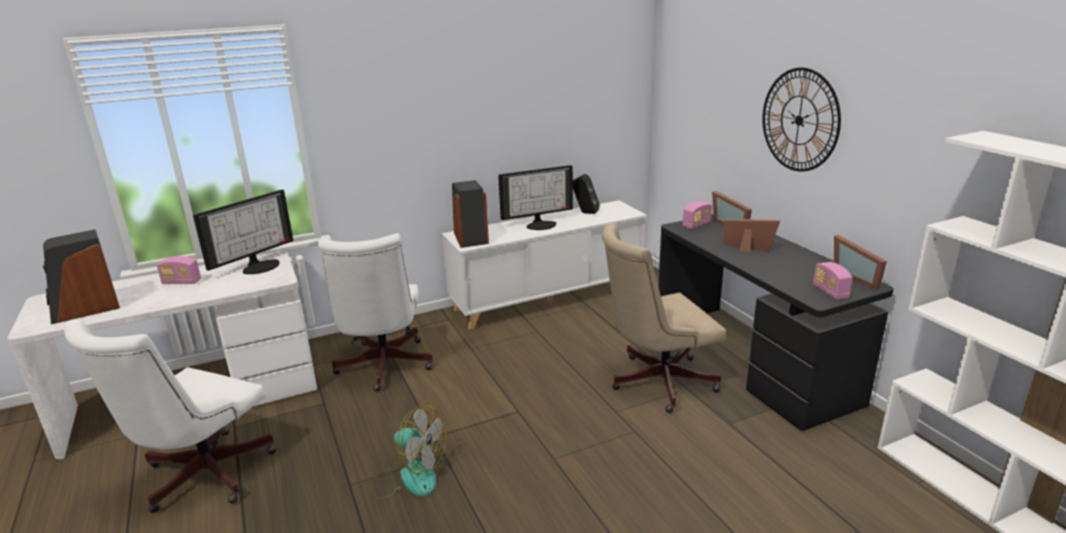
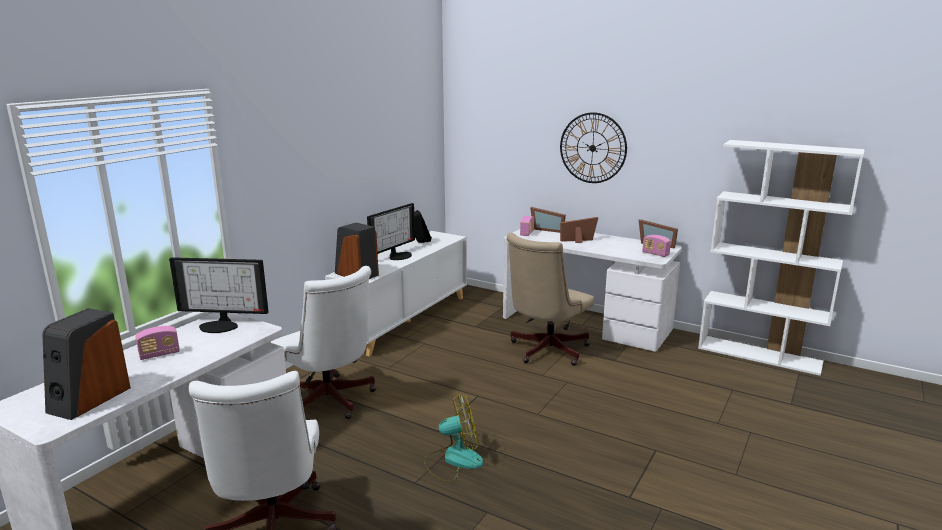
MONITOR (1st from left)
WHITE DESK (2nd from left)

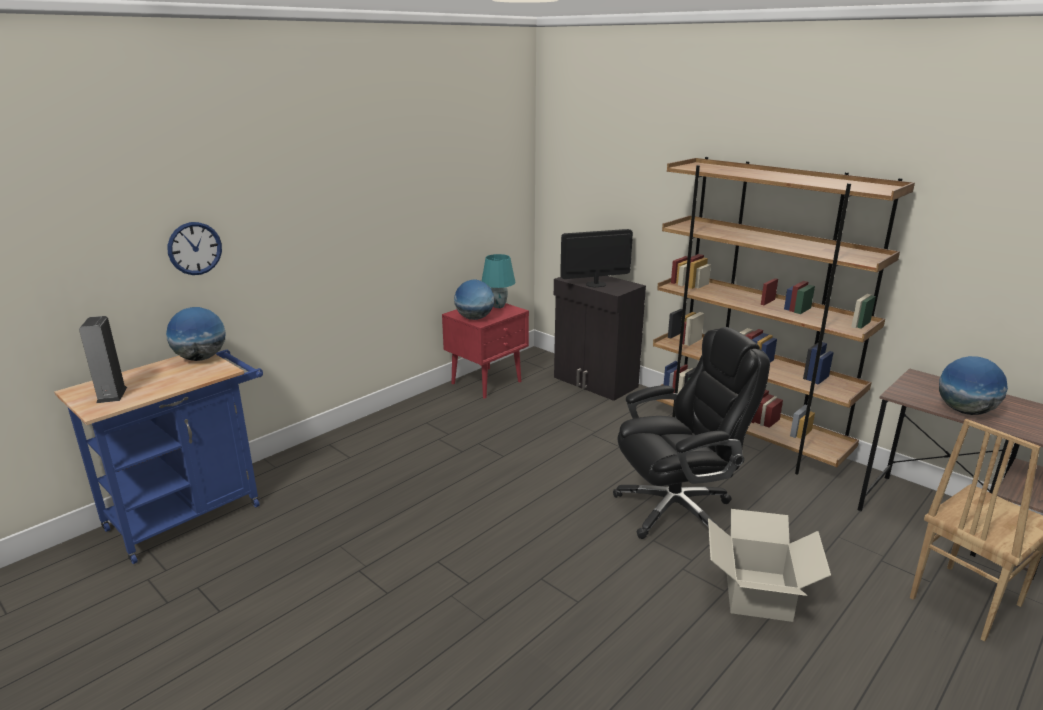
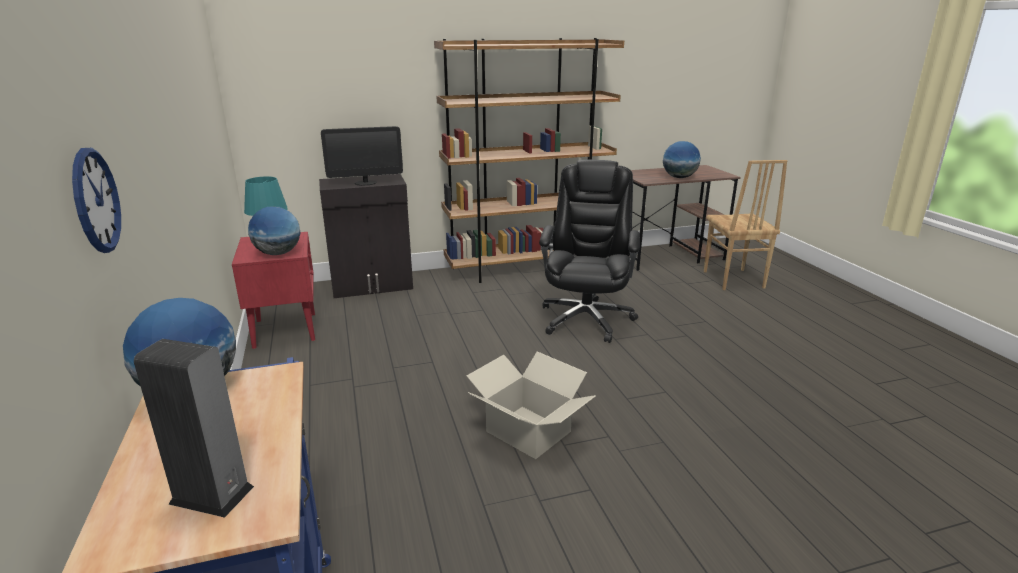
MONITOR
CARDBOARD BOX

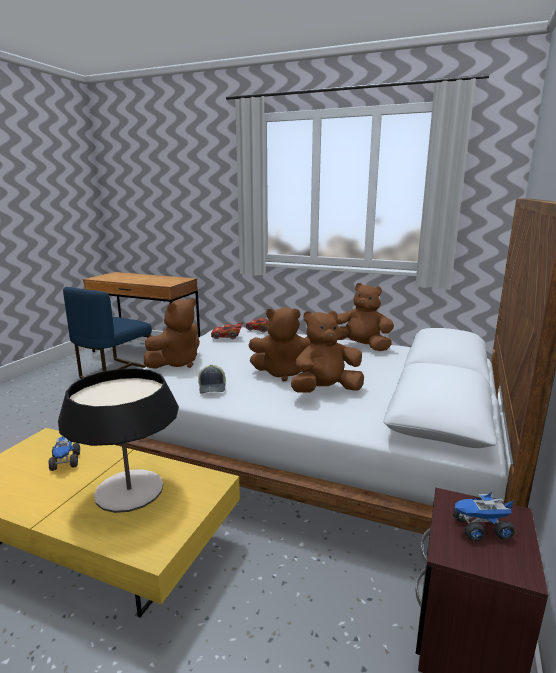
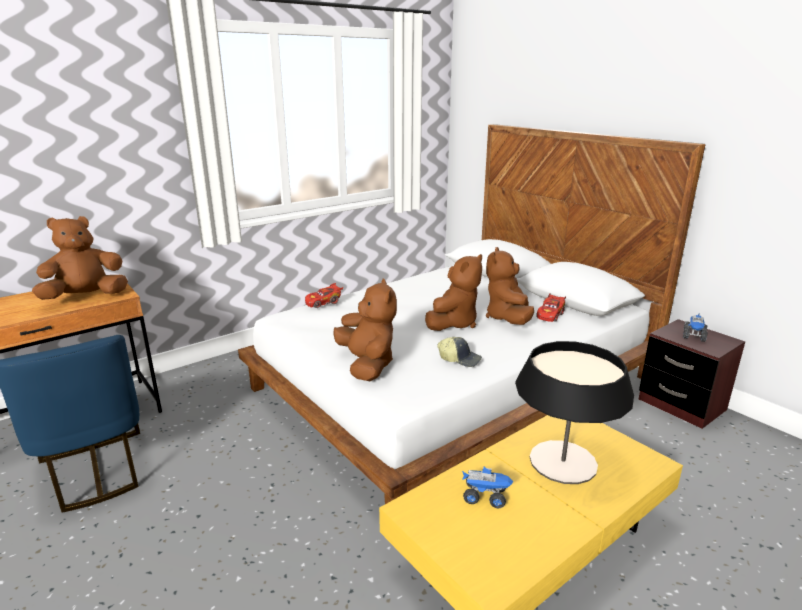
BROWN PLUSH TOY (1st from left)
RED TOY CAR (2nd from left)

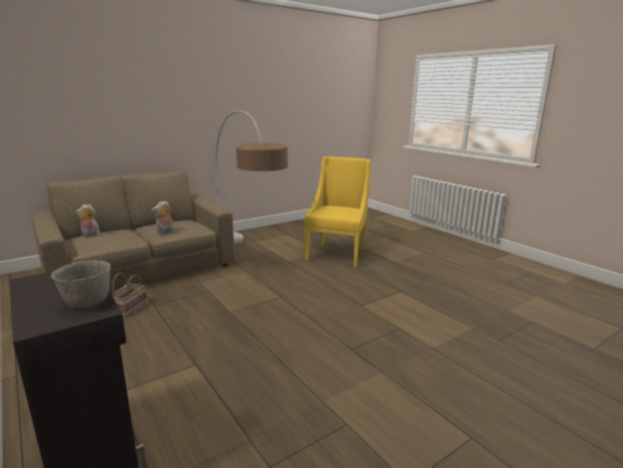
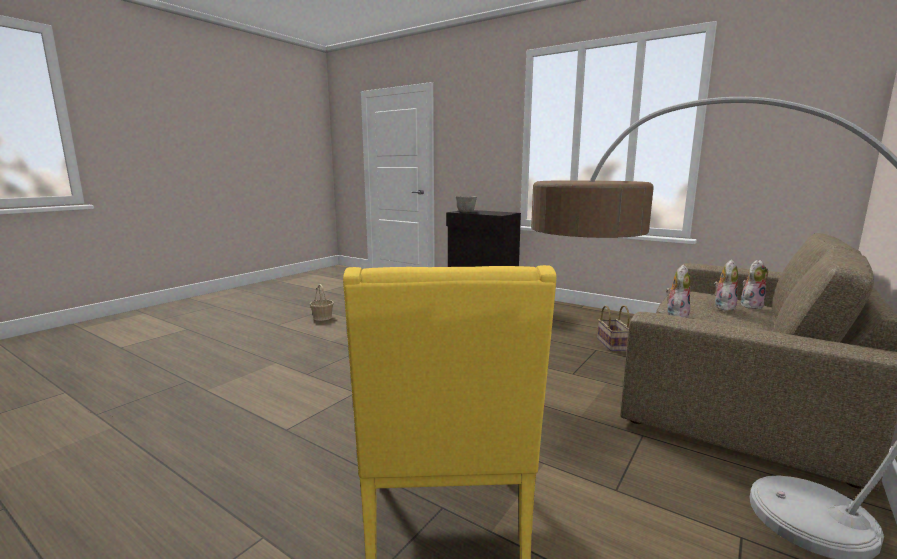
PLUSH TOY (2nd from left)
BASKET (1st from left)

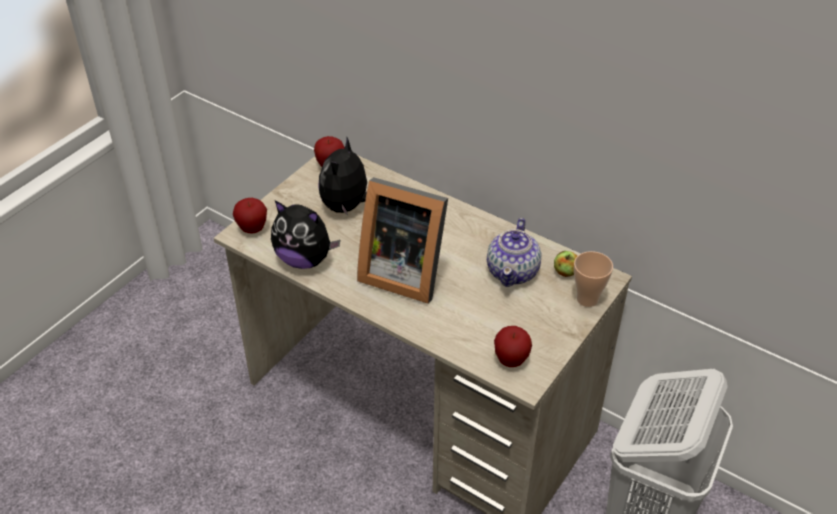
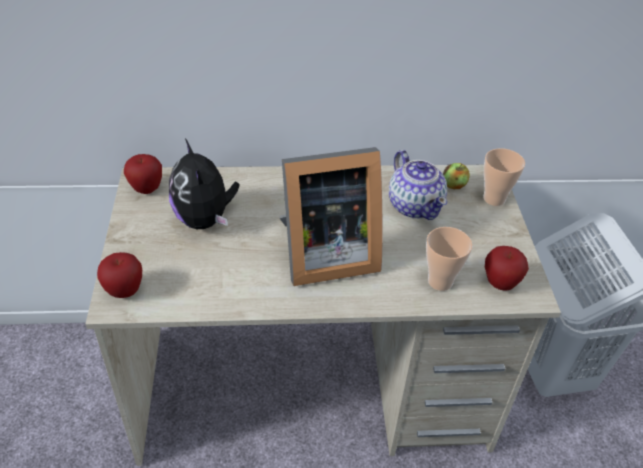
PLUSH TOY (1st from left in the first image)
CUP (1st from left)

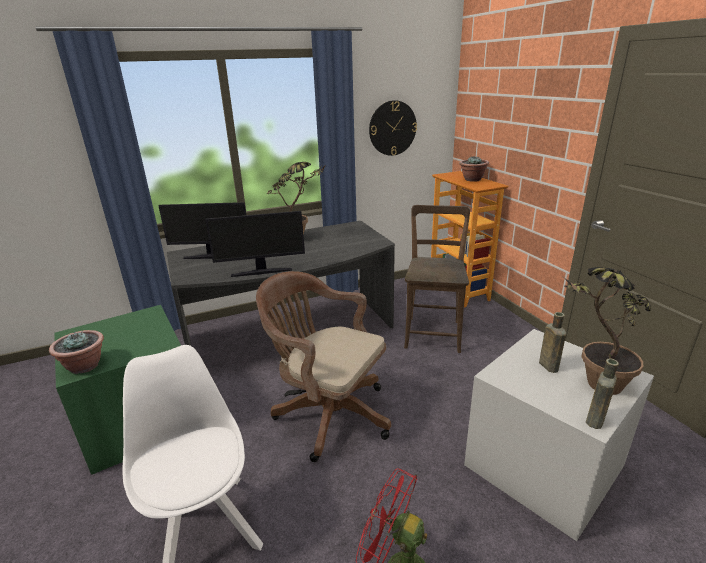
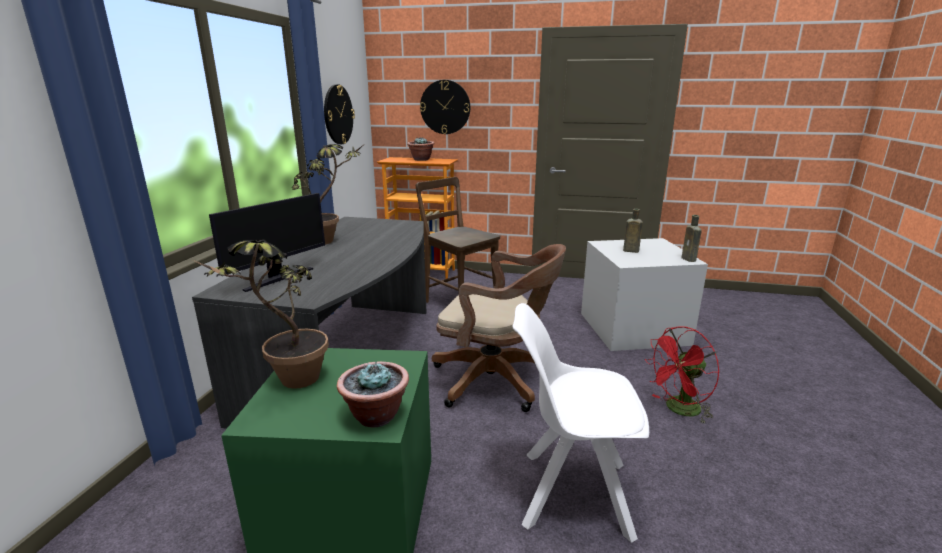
MONITOR (2nd from left in the first image)
POTTED PLANT (1st from left)
BROWN OFFICE CHAIR
WALL CLOCK (2nd from left)

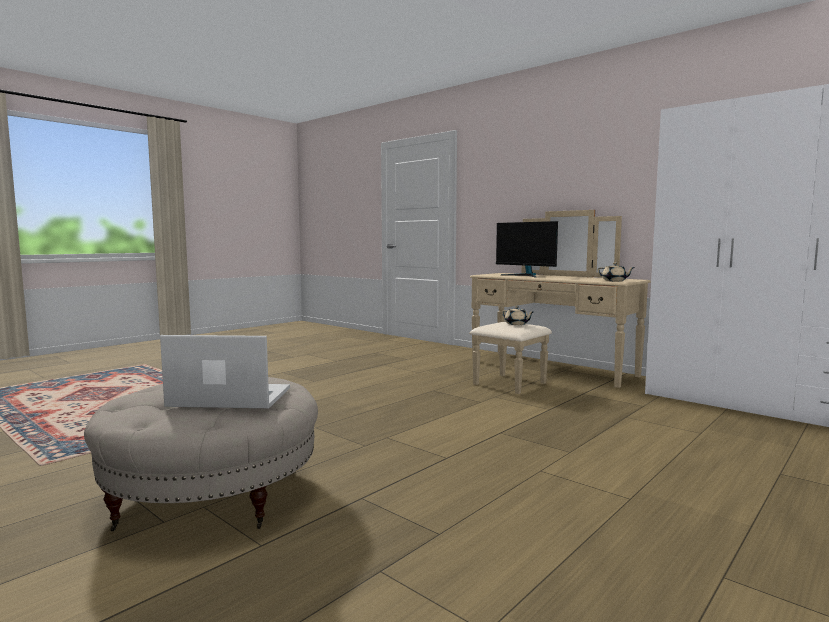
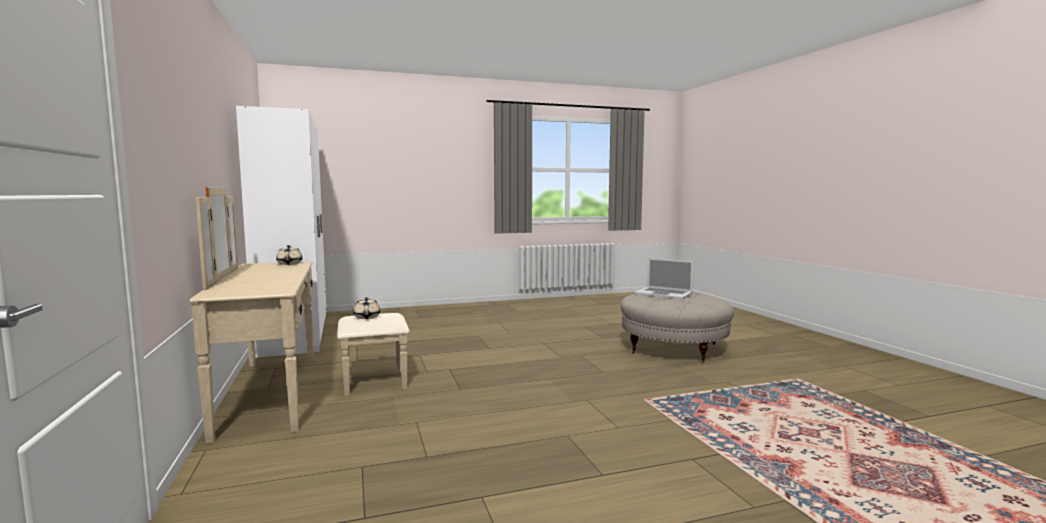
MONITOR

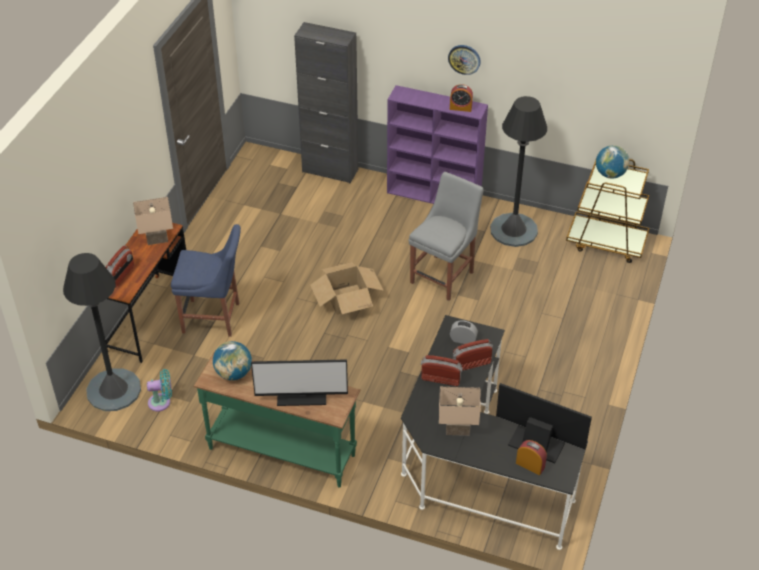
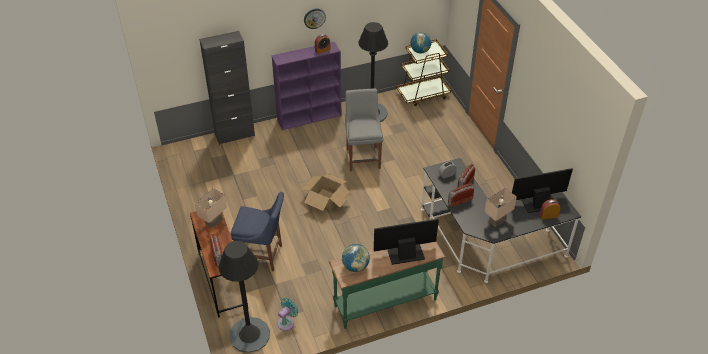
BLUE CHAIR
MONITOR (1st from left)

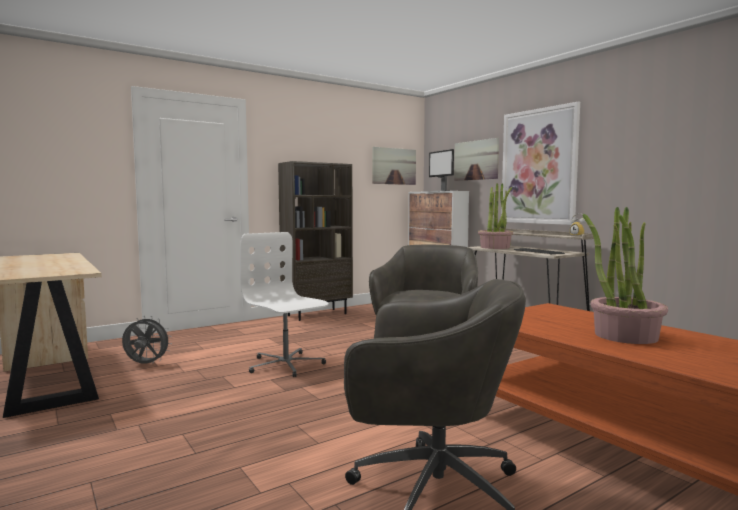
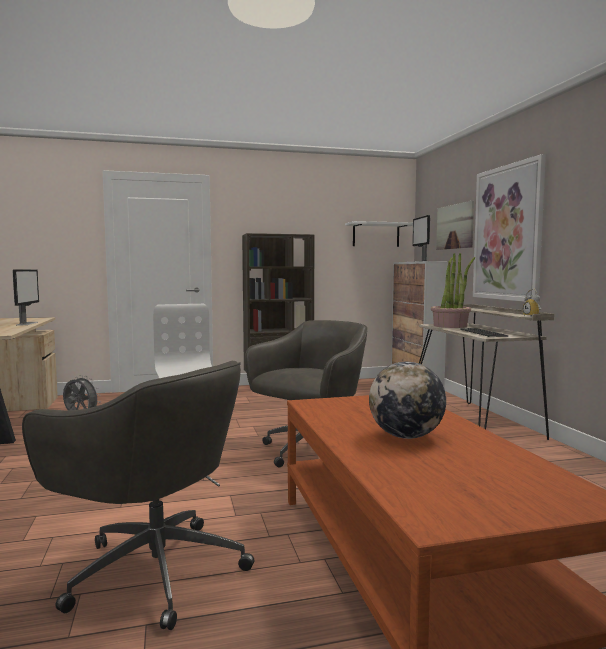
WHITE SHELF
GLOBE
MONITOR (1st from left)

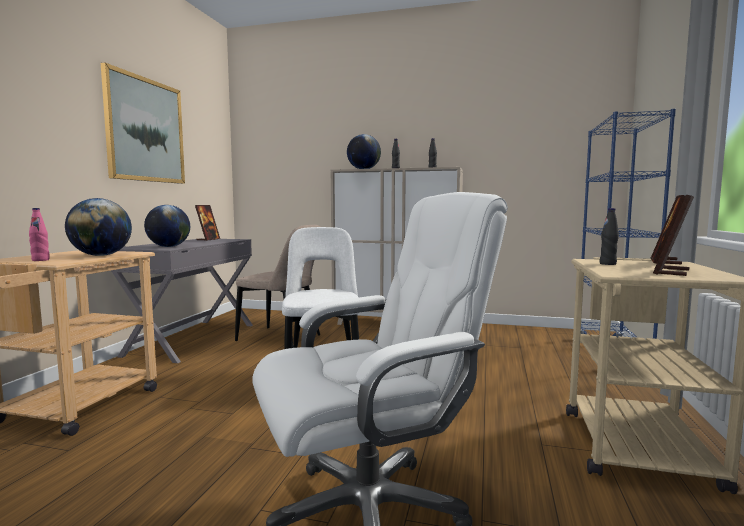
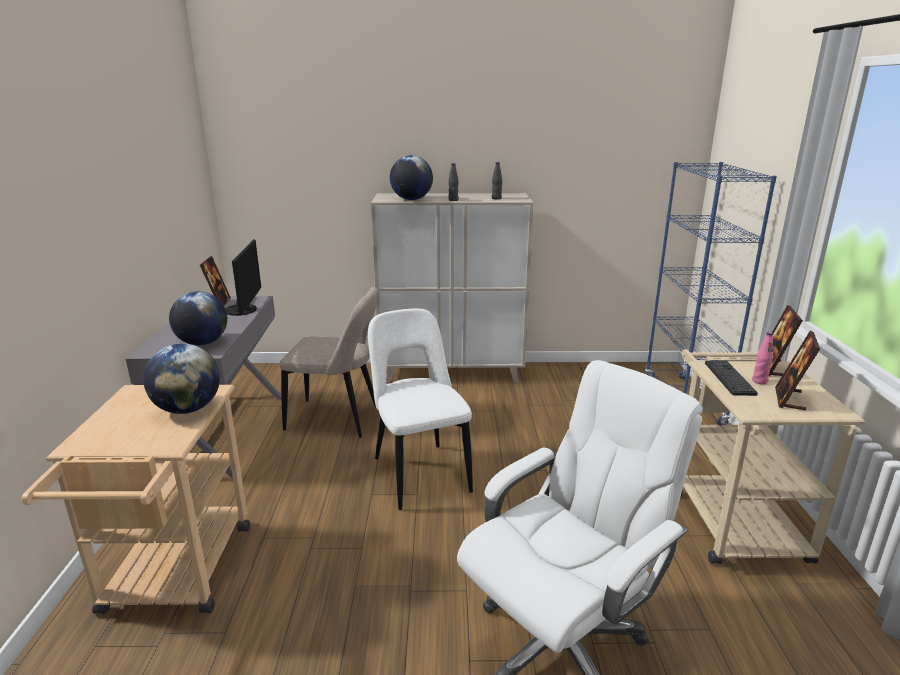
PICTURE
PINK BOTTLE
KEYBOARD
MONITOR

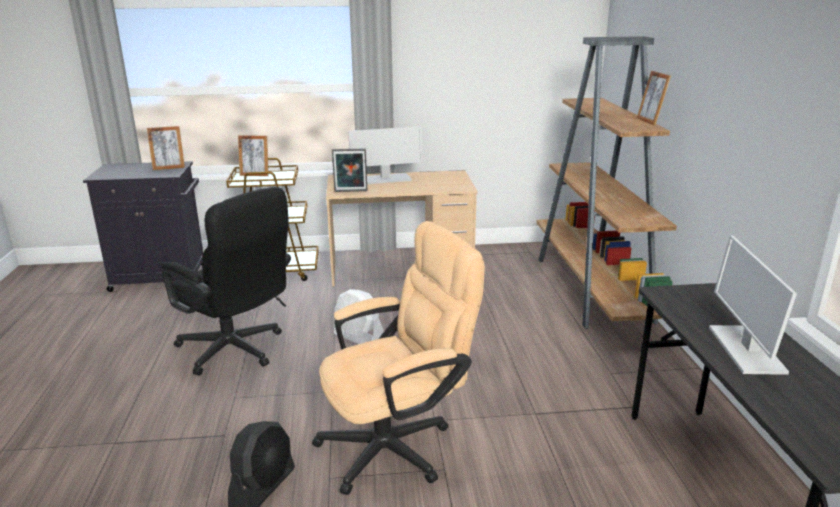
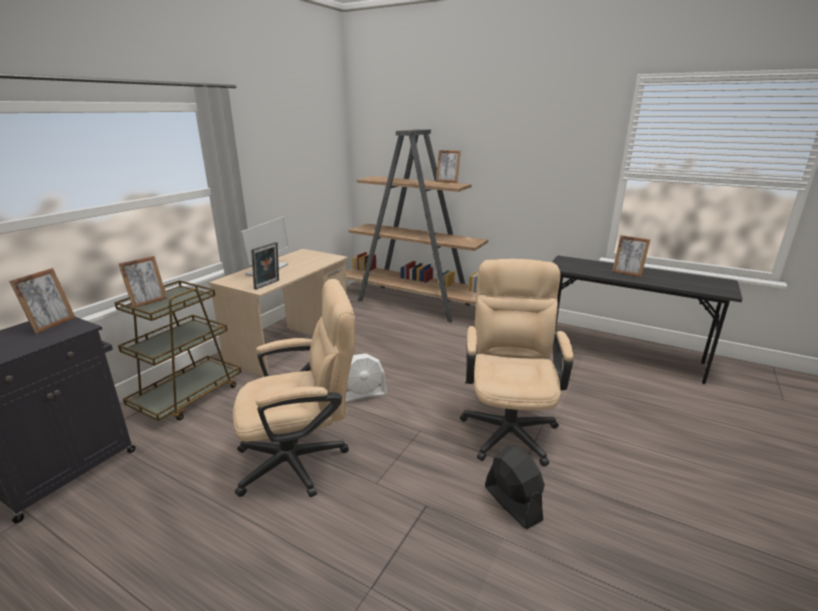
BEIGE OFFICE CHAIR (1st from left)
PICTURE FRAME (5th from left)

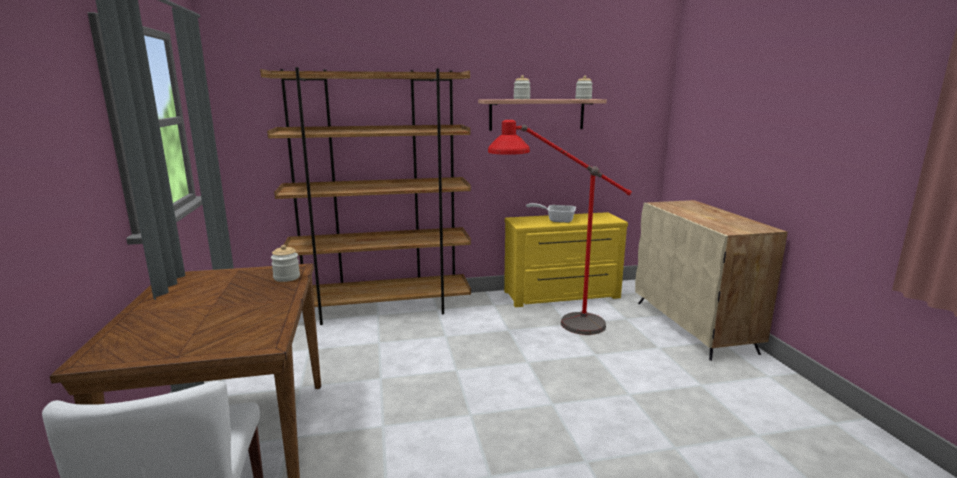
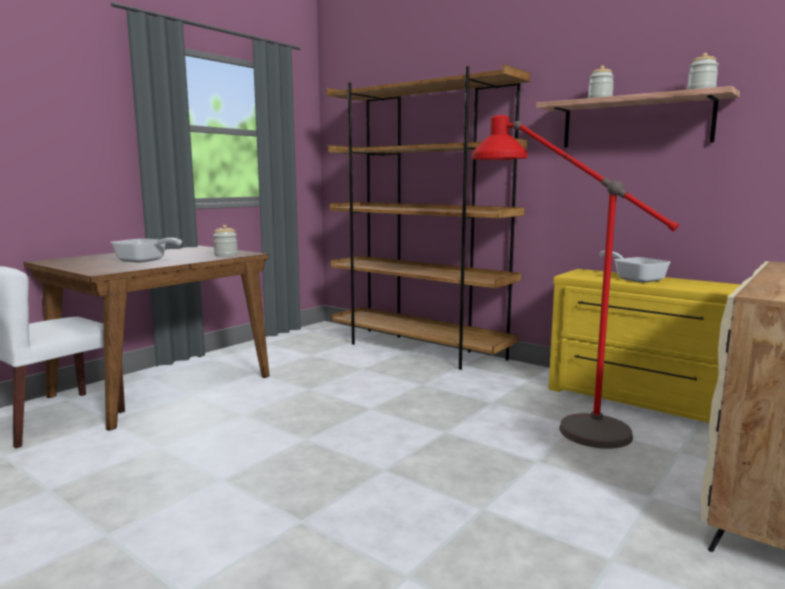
FRYING PAN (1st from left)

